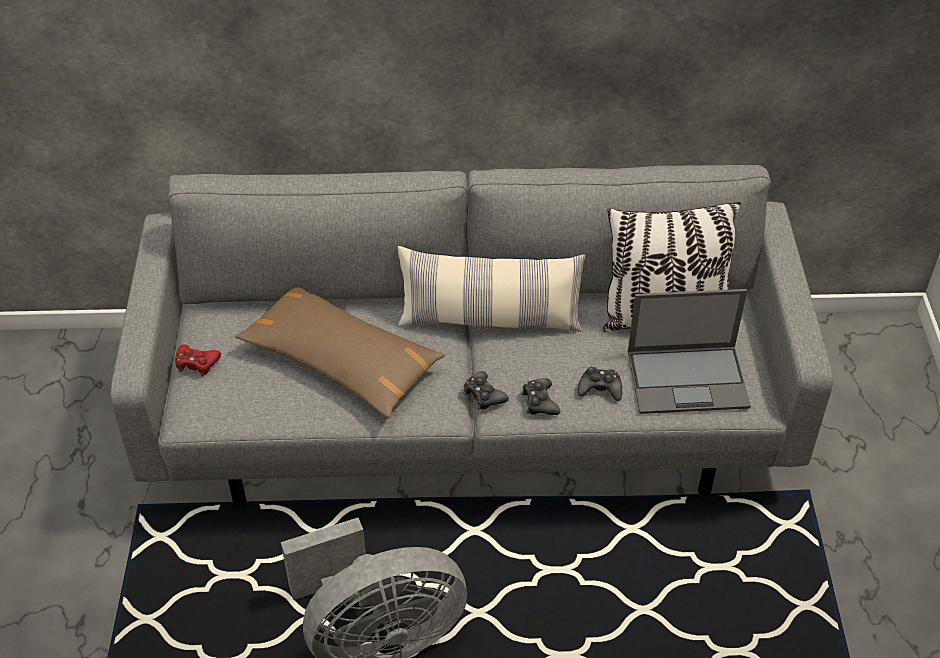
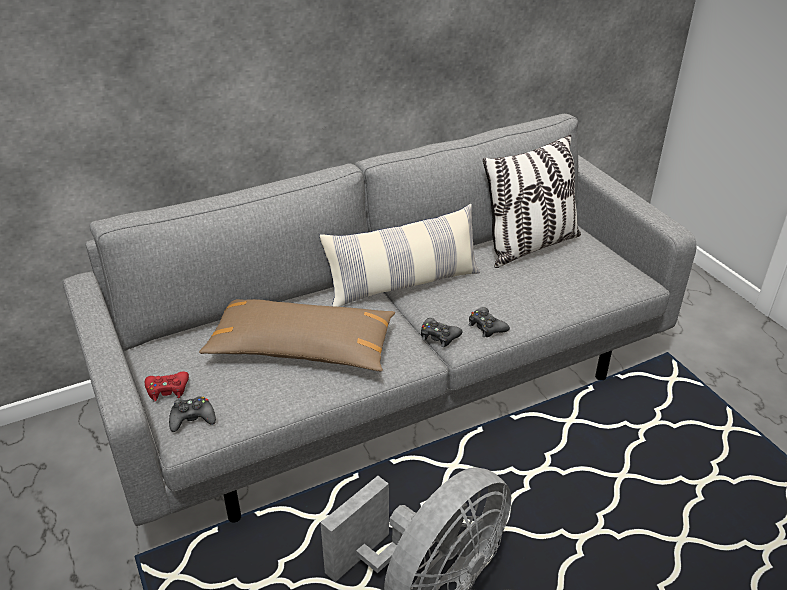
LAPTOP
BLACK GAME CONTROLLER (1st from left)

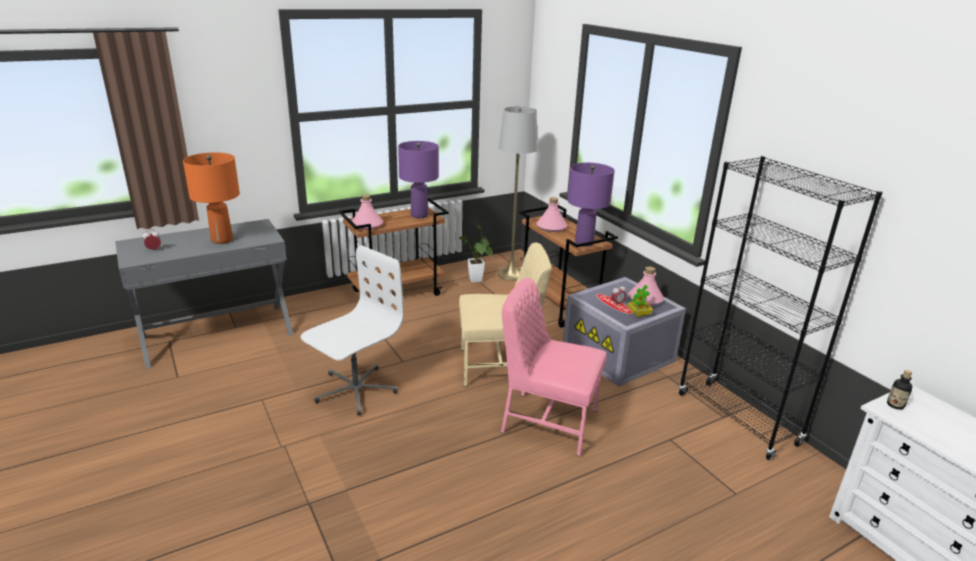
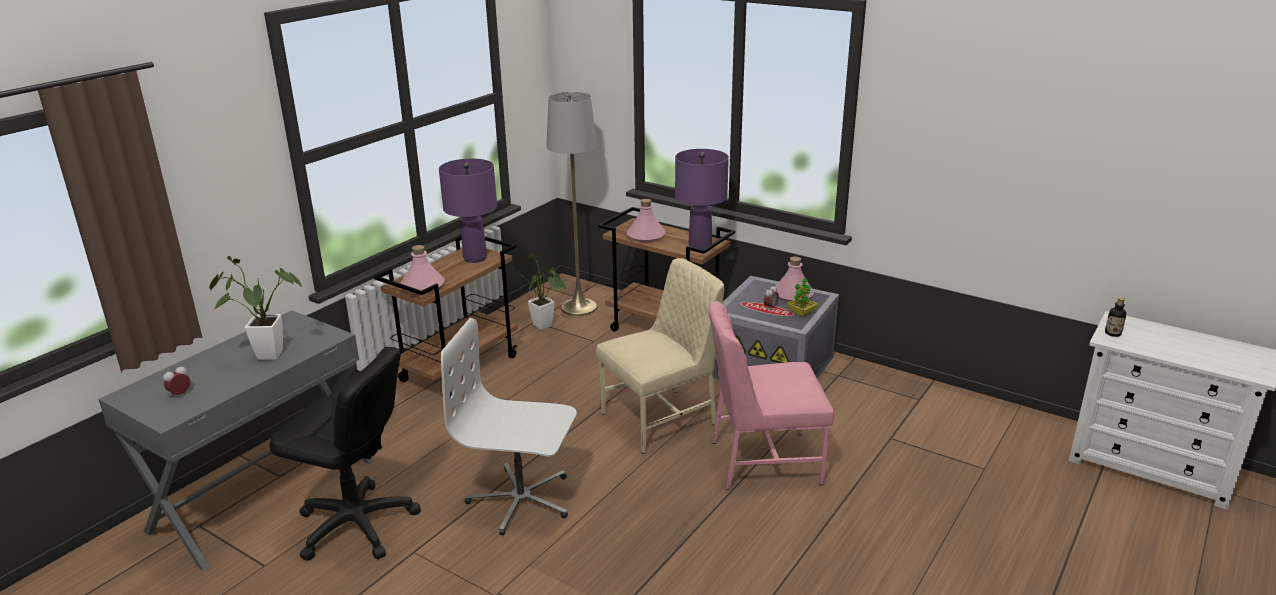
POTTED PLANT (1st from left)
BLACK BOOKCASE
WHITE OFFICE CHAIR
BLACK OFFICE CHAIR

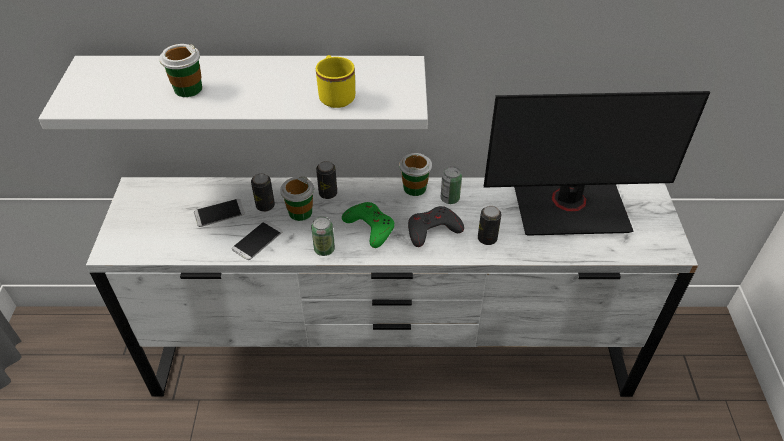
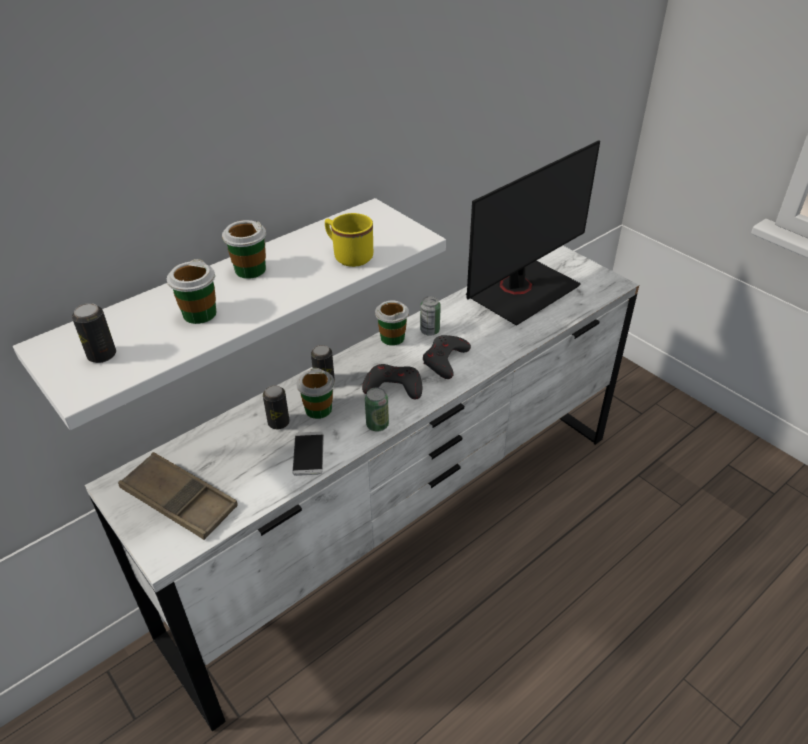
PHONE (1st from left in the first image)
GREY GAME CONTROLLER (1st from left)
CAN (1st from left)
CUP (2nd from left)
BROWN TRAY

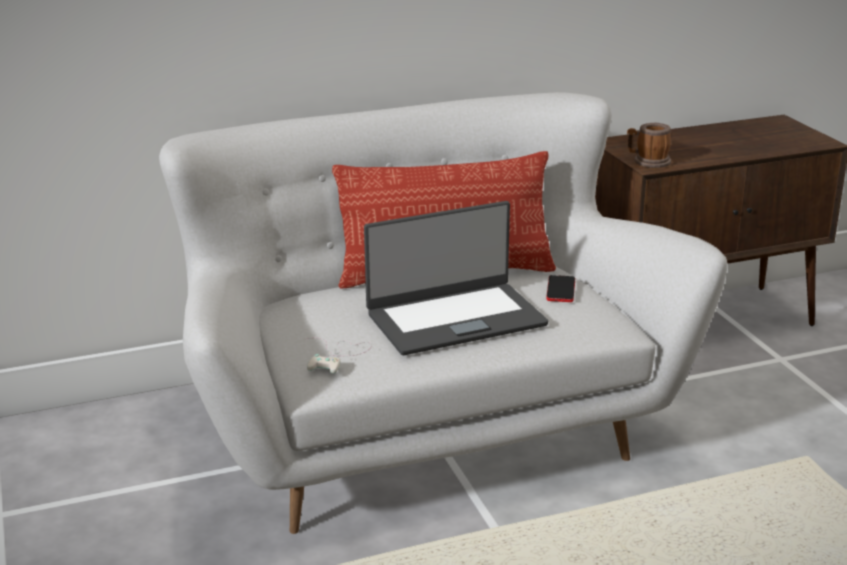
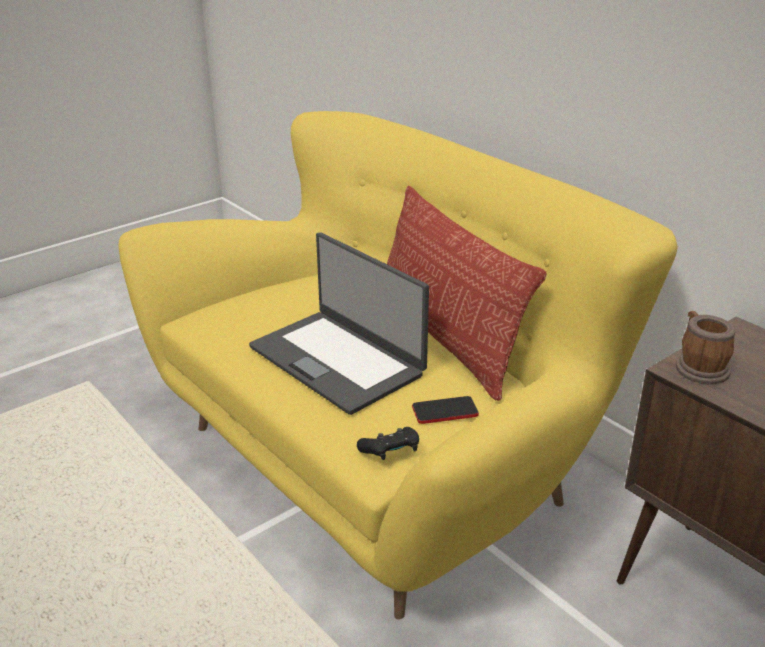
YELLOW SOFA
WHITE GAME CONTROLLER
BLACK GAME CONTROLLER

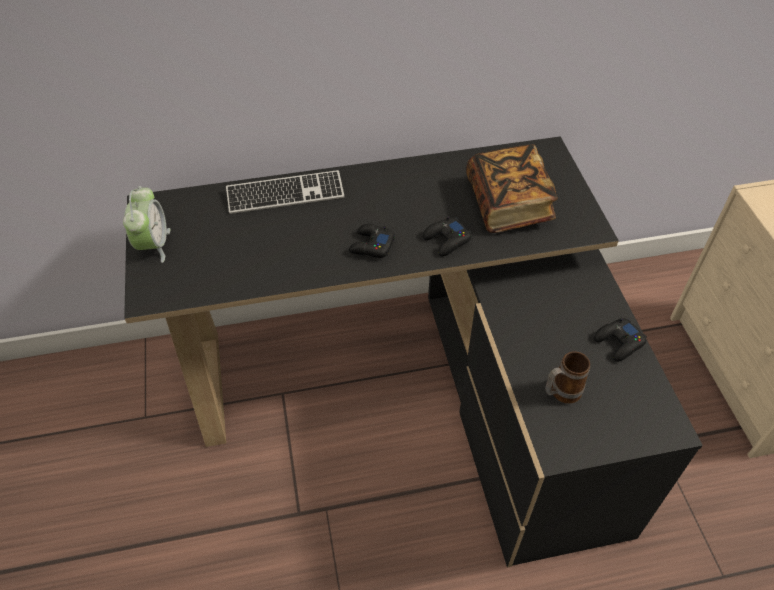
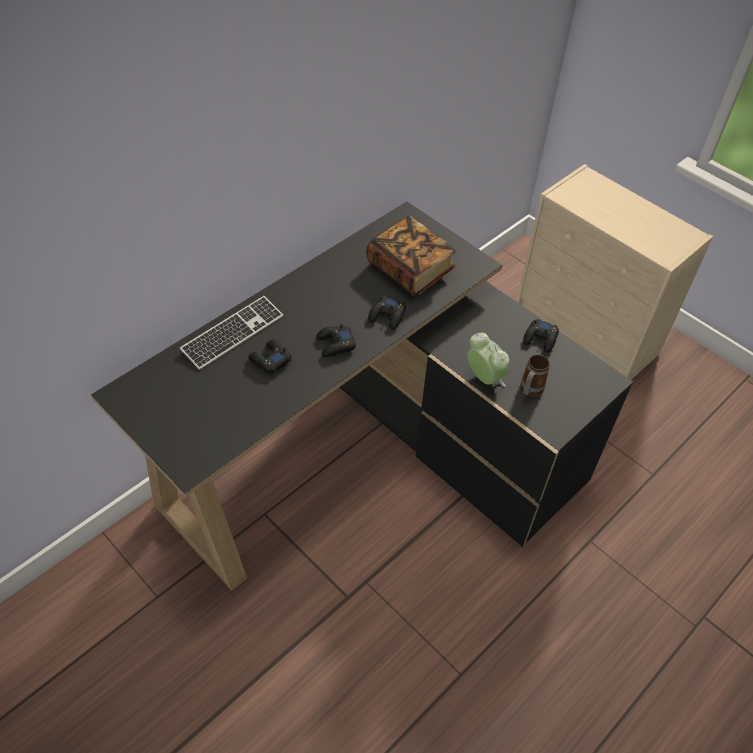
ALARM CLOCK
BLACK GAME CONTROLLER (1st from left)

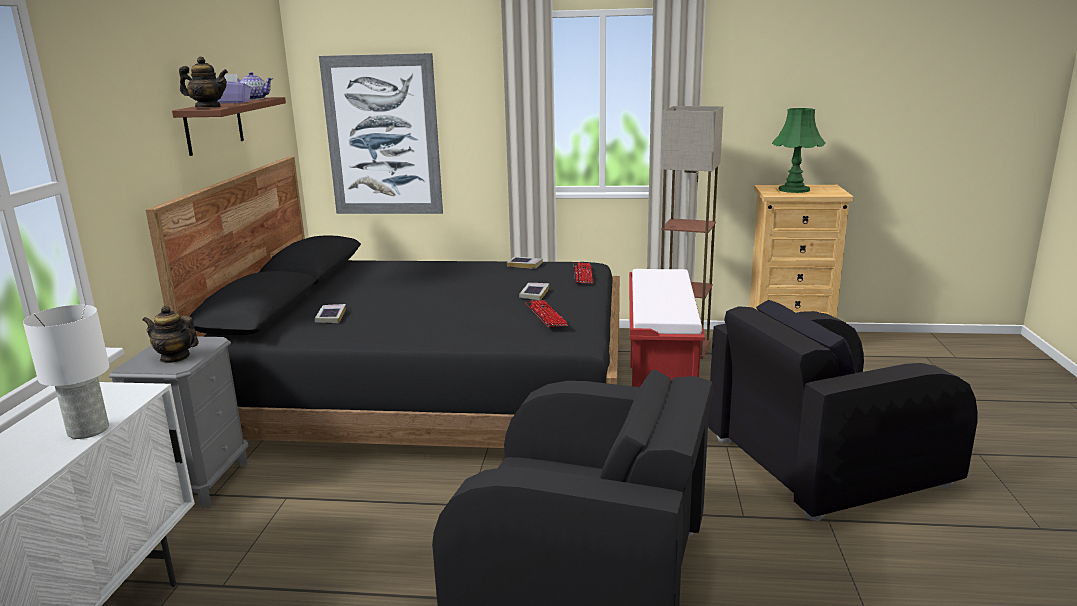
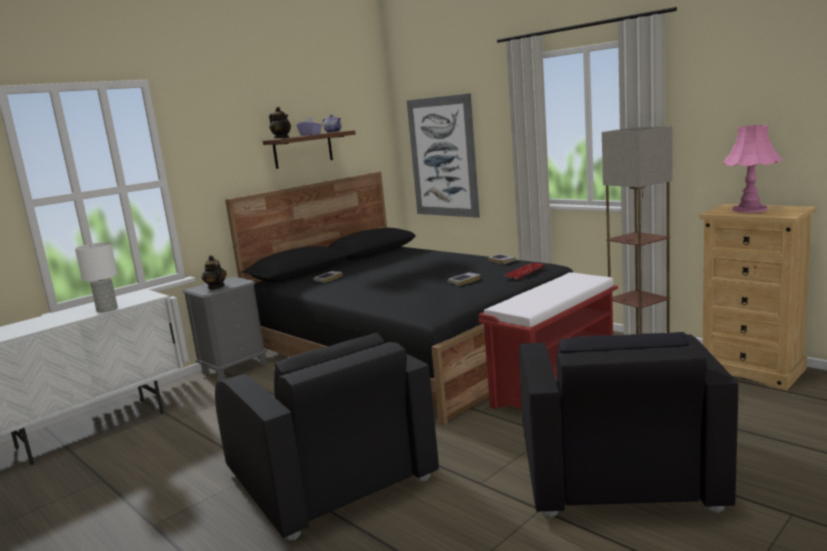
PINK TABLE LAMP
KEYBOARD (1st from left in the first image)
BLACK ARMCHAIR (2nd from left)

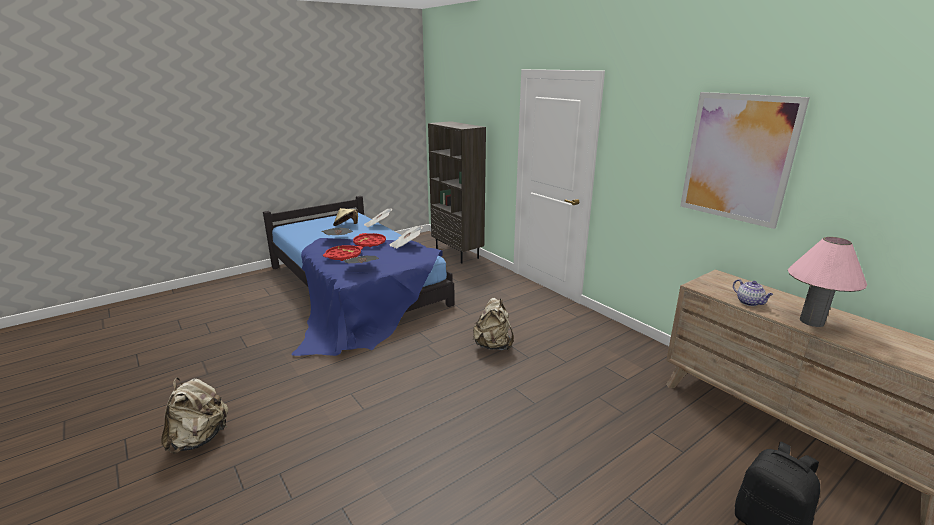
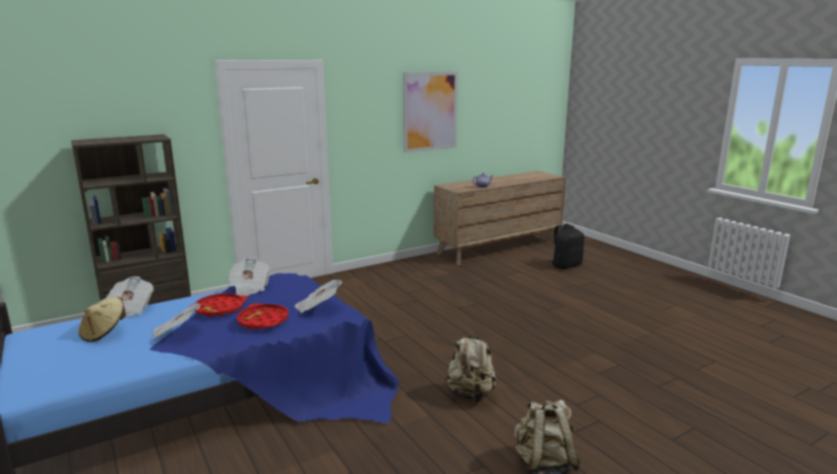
PINK TABLE LAMP
BEIGE BACKPACK (1st from left)

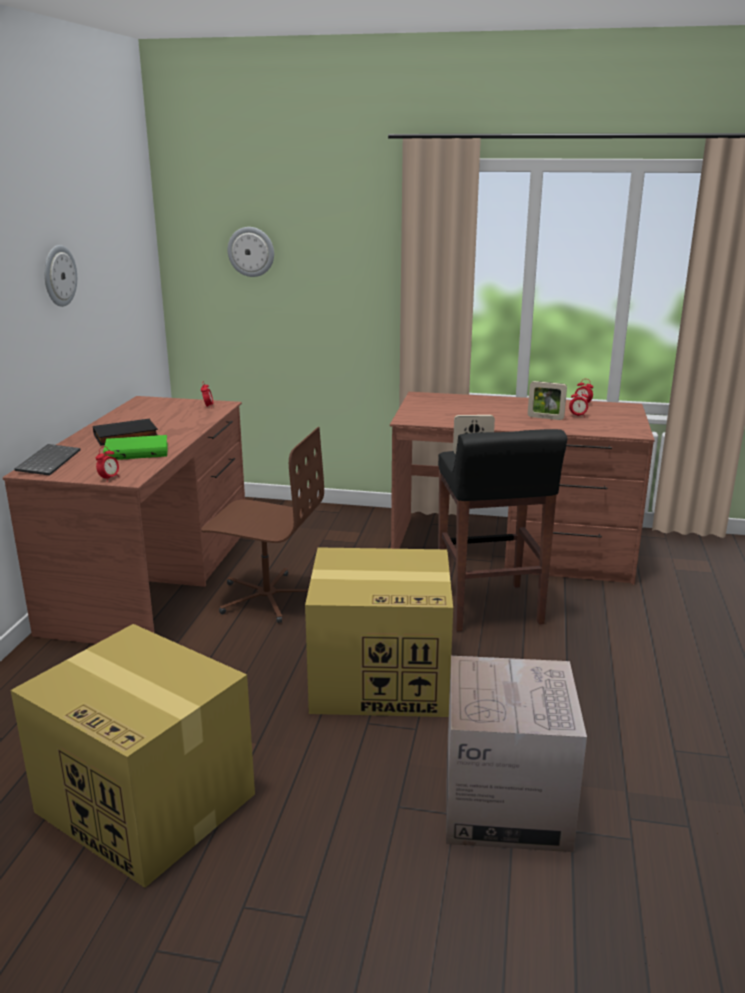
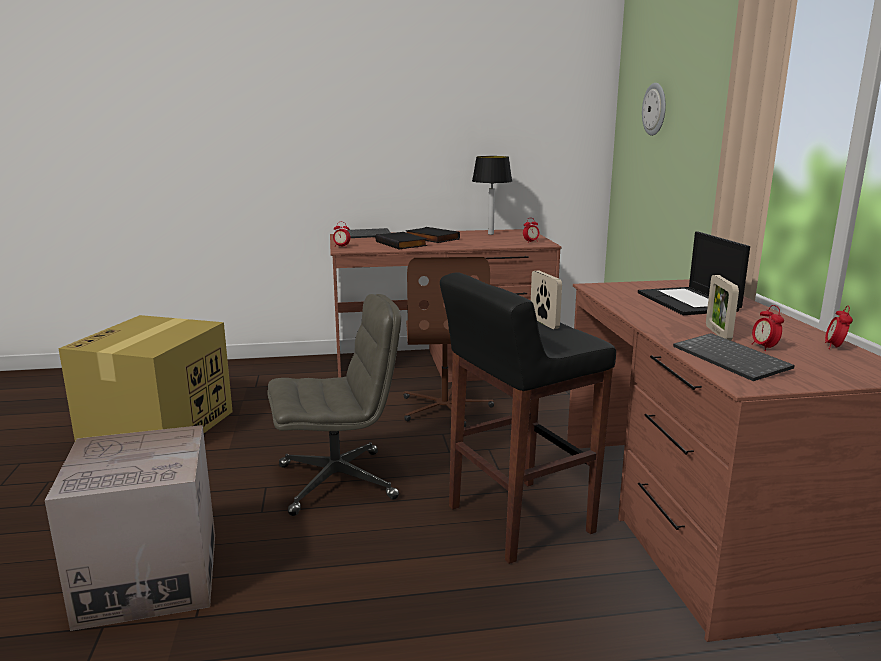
WALL CLOCK (1st from left in the first image)
BLACK BOOK (1st from left)
GREY OFFICE CHAIR
TABLE LAMP
LAPTOP
KEYBOARD (2nd from left)

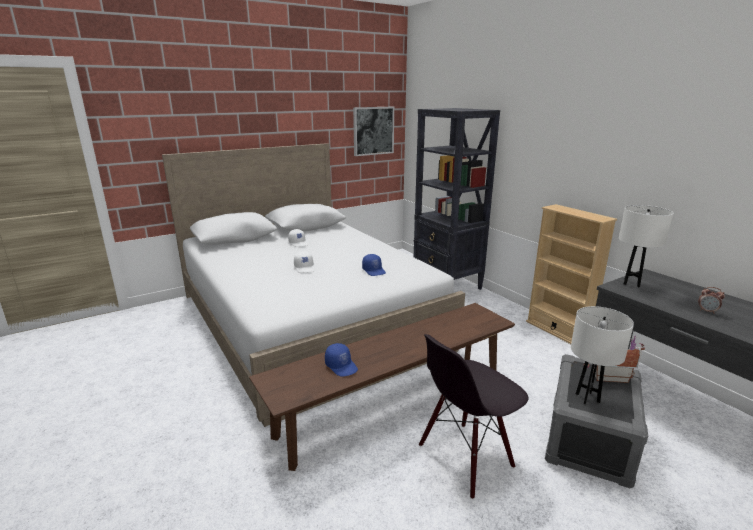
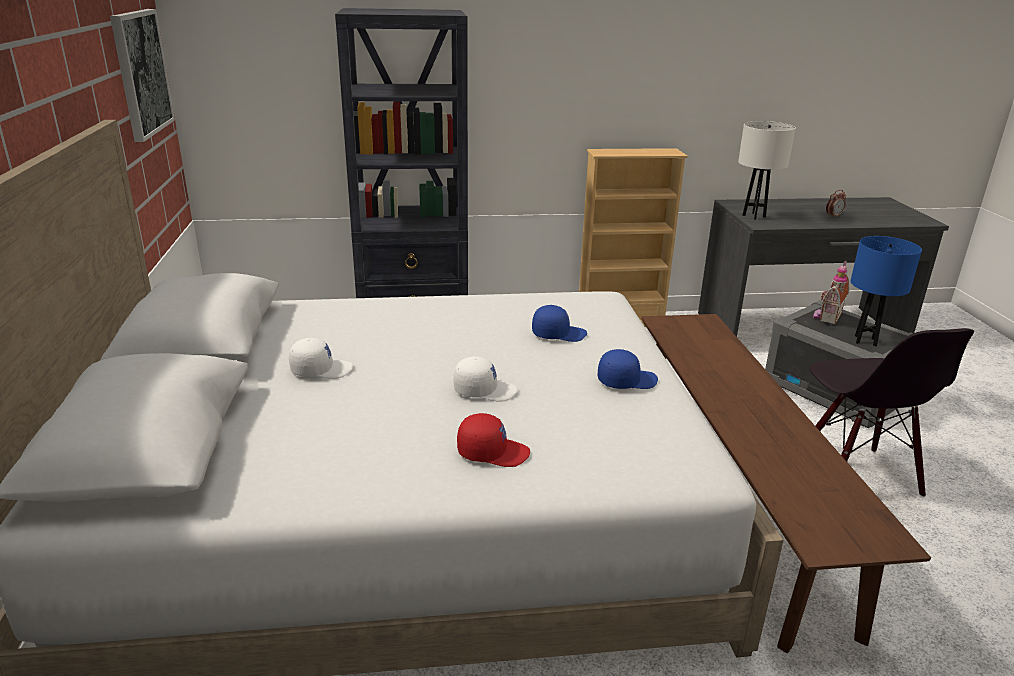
BLUE TABLE LAMP
BLUE CAP (2nd from left)
RED CAP

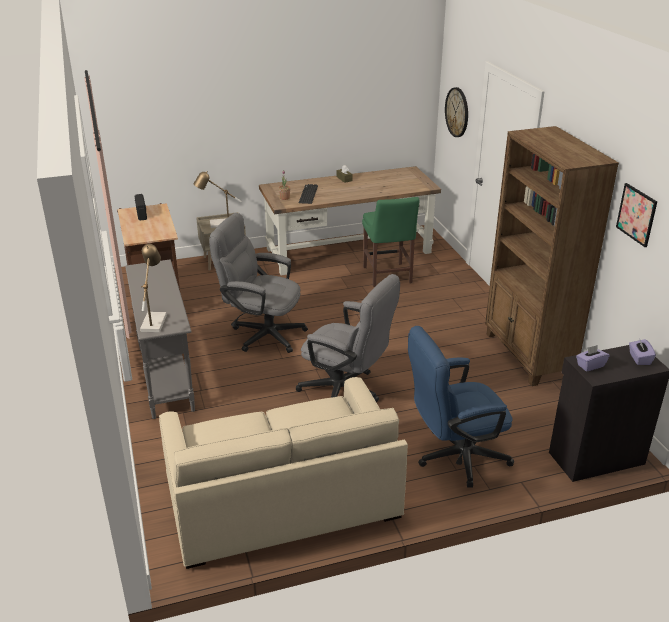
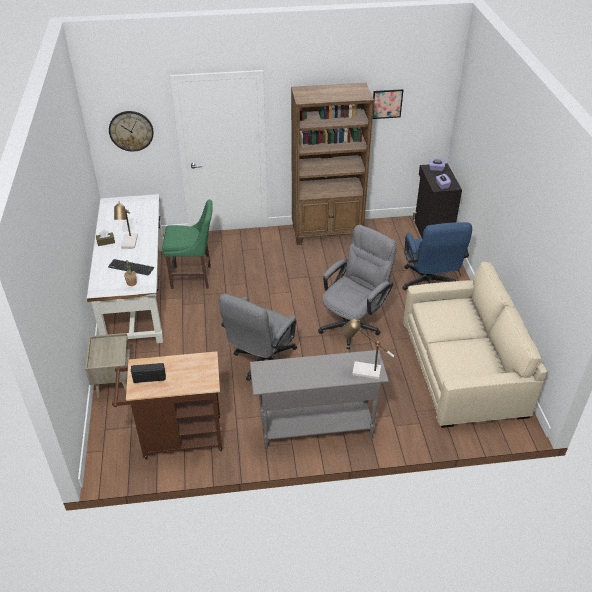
WHITE DESK
TABLE LAMP (1st from left)

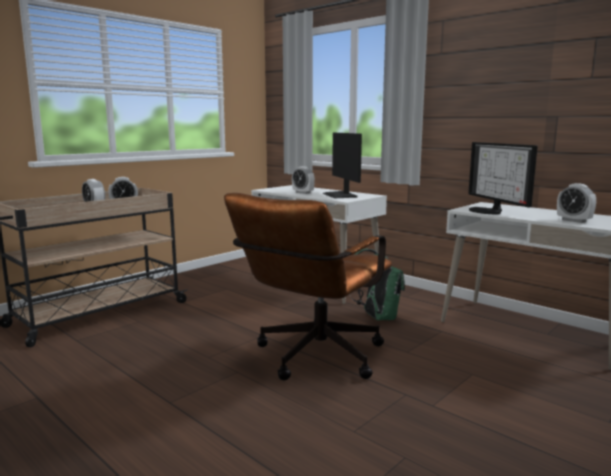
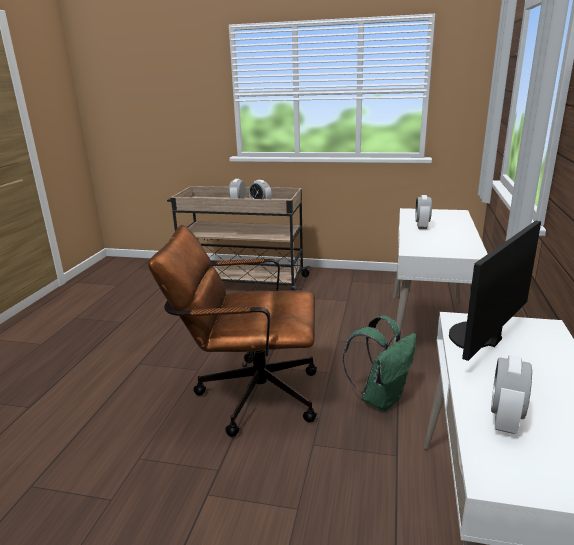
MONITOR (1st from left in the first image)

